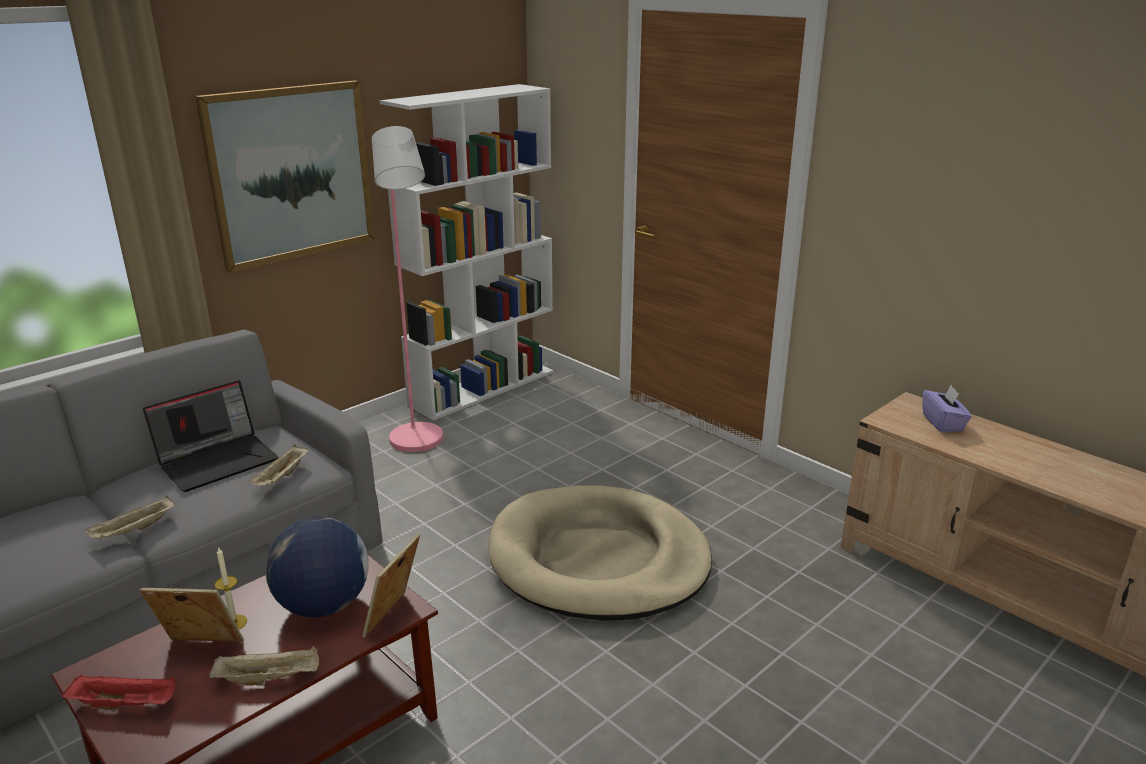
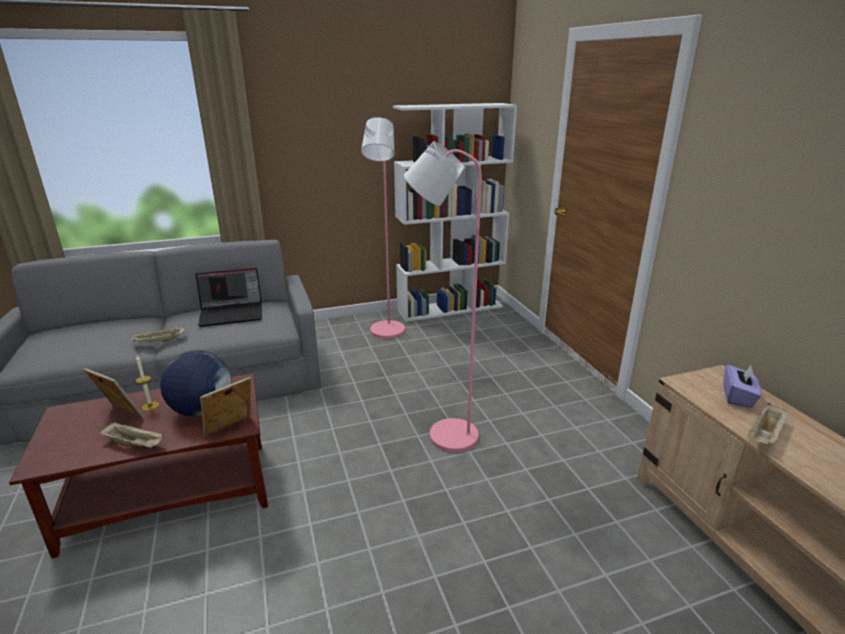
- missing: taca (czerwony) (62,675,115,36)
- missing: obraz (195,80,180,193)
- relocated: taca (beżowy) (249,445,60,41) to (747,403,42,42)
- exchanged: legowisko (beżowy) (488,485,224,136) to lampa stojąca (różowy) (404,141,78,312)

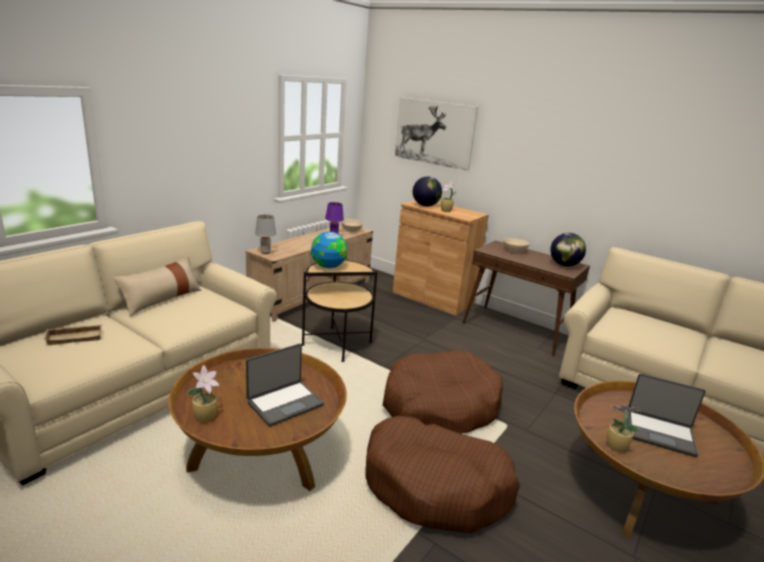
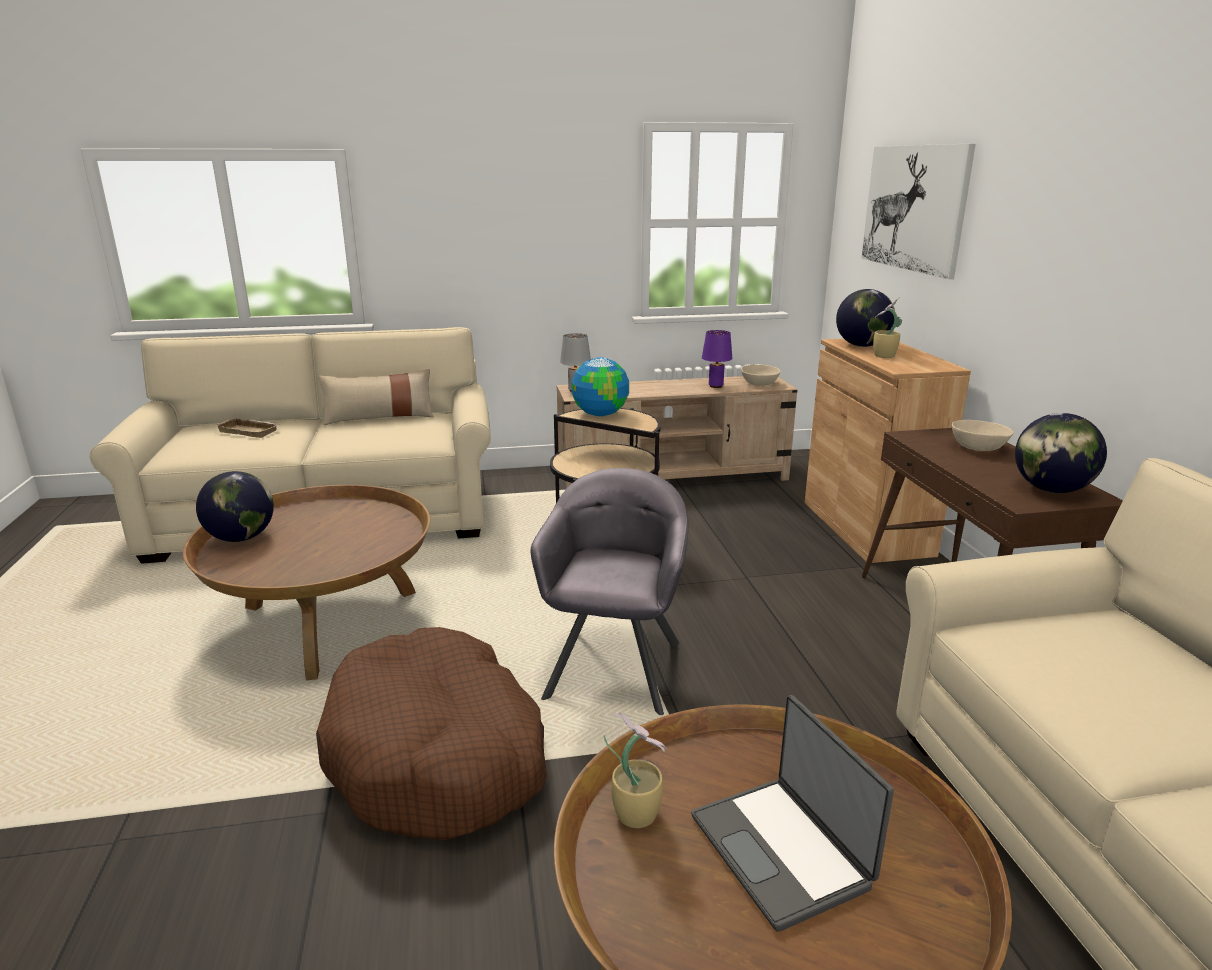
- exchanged: roślina doniczkowa (187,365,32,57) to globus (196,471,78,71)
- missing: laptop (246,343,78,84)
- exchanged: legowisko (brązowy) (382,350,121,84) to fotel (szary) (531,468,158,247)

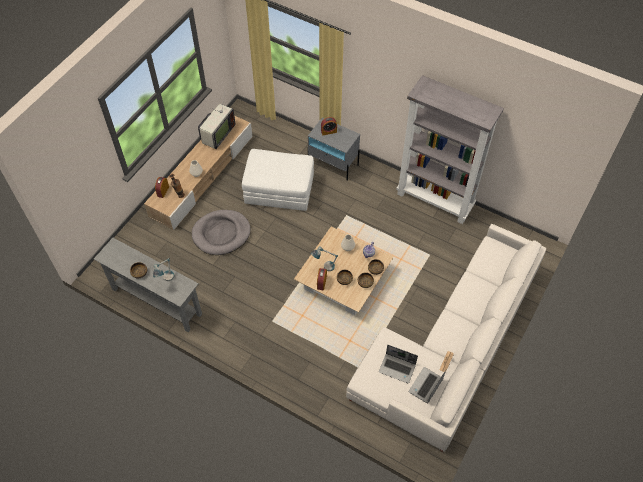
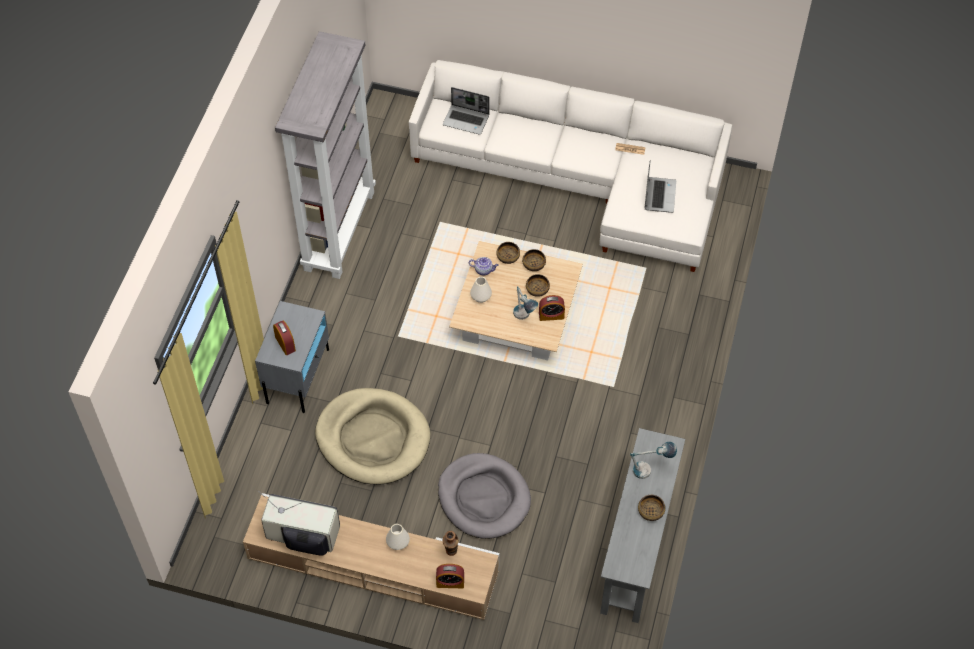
- exchanged: pufa (biały) (242,149,72,62) to legowisko (beżowy) (315,388,115,97)
- relocated: laptop (409,367,37,36) to (443,87,46,48)

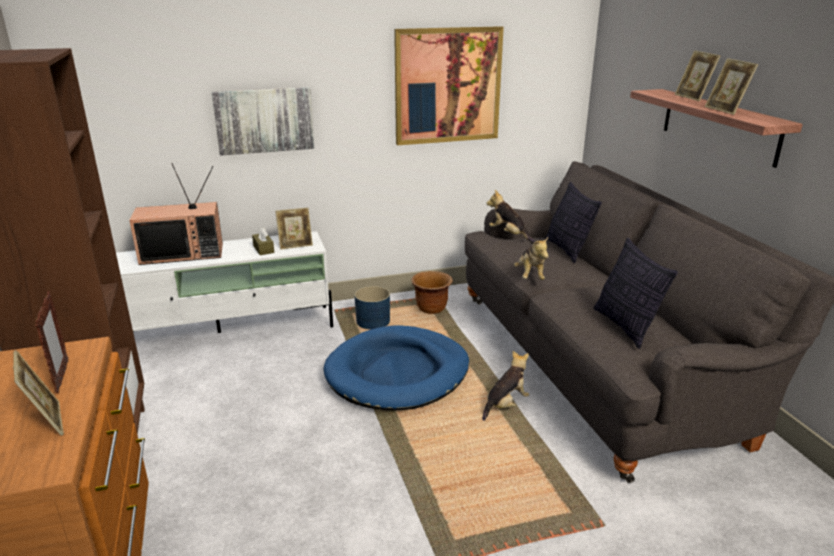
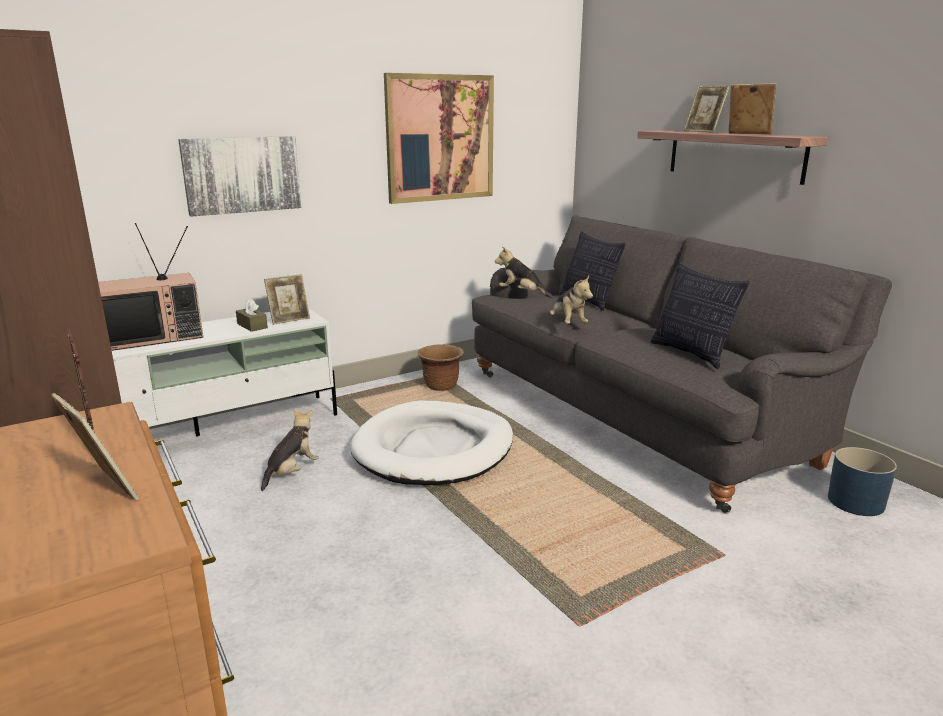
- colour: legowisko (niebieski) (324,325,145,85) to legowisko (biały) (350,401,163,84)
- relocated: donica (niebieski) (354,286,36,43) to (828,447,69,69)
- relocated: pluszak (482,351,47,70) to (261,409,58,82)
- spun: ramka na zdjęcie (705,58,53,57) = (728,83,48,51) 150 degrees clockwise

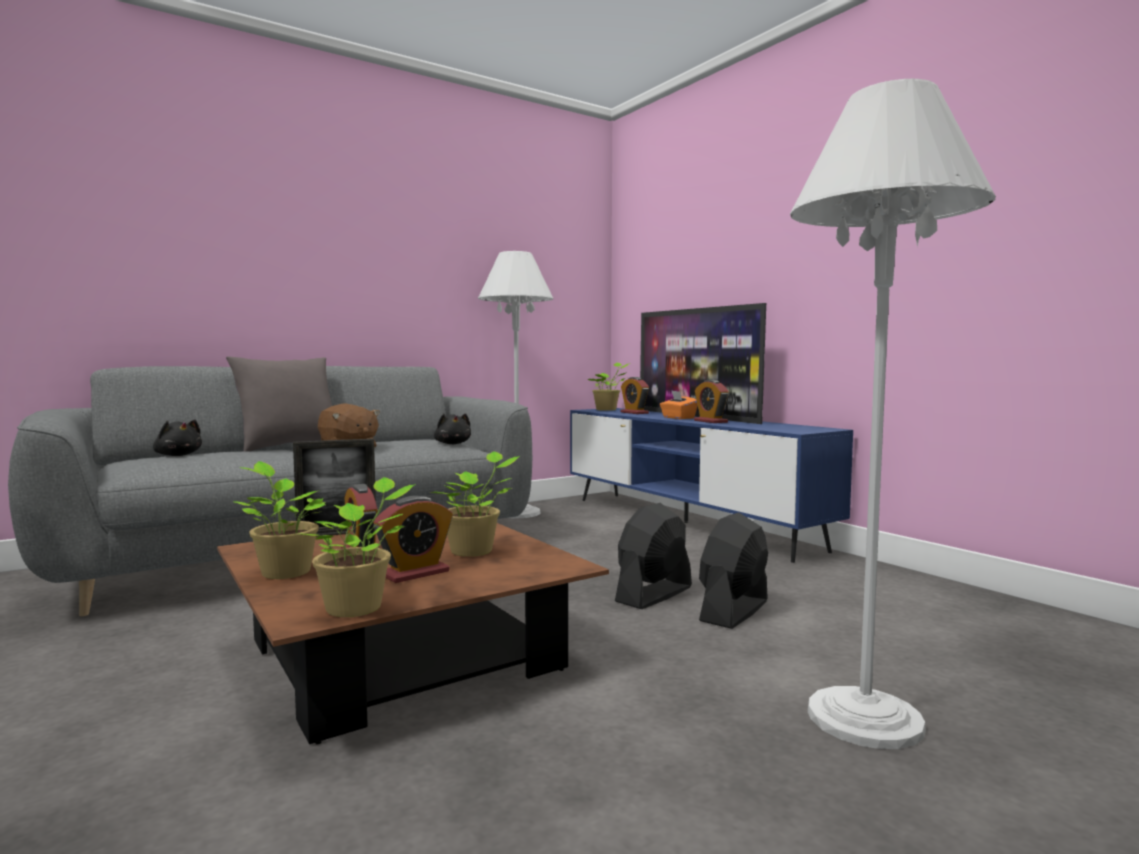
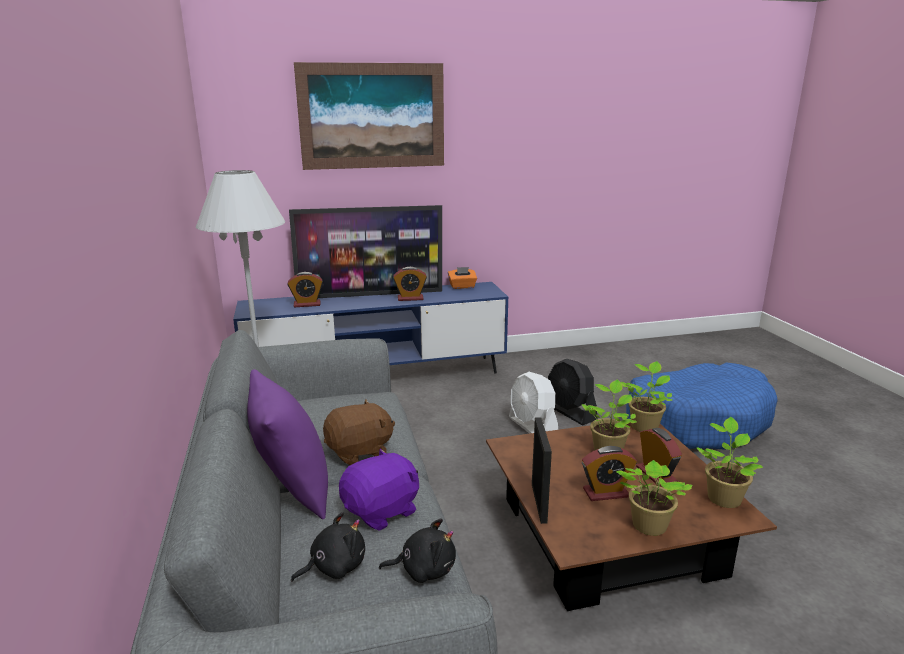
- colour: poduszka (szary) (226,356,106,96) to poduszka (fioletowy) (247,369,81,150)
- relocated: pluszak (czarny) (434,413,37,31) to (379,518,77,65)
- relocated: roślina doniczkowa (588,363,42,48) to (621,361,52,71)
- colour: wentylator (czarny) (615,503,77,106) to wentylator (biały) (509,372,49,62)
- relocated: pudełko chusteczek (pomarańczowy) (660,390,37,29) to (448,267,29,22)
- exchanged: lampa stojąca (biały) (790,78,206,671) to legowisko (niebieski) (626,362,152,88)
- appeared: obraz (294,62,150,108)
- appeared: pluszak (fioletowy) (339,448,80,83)

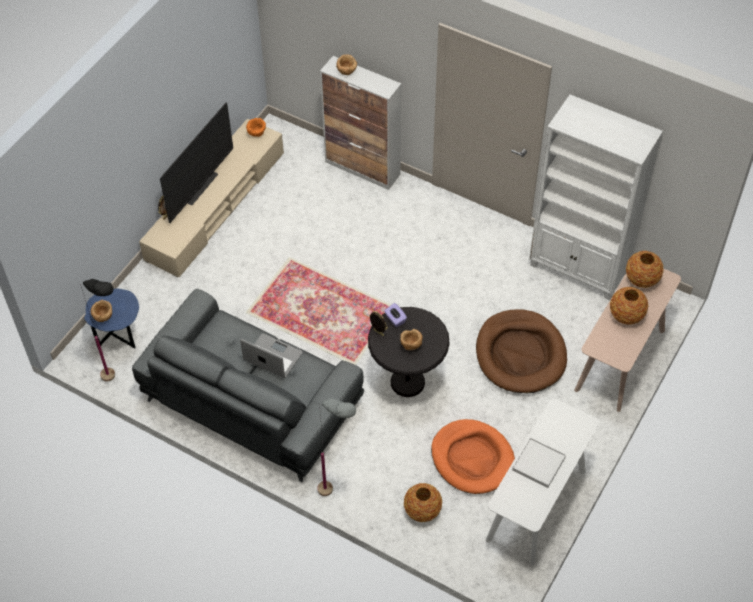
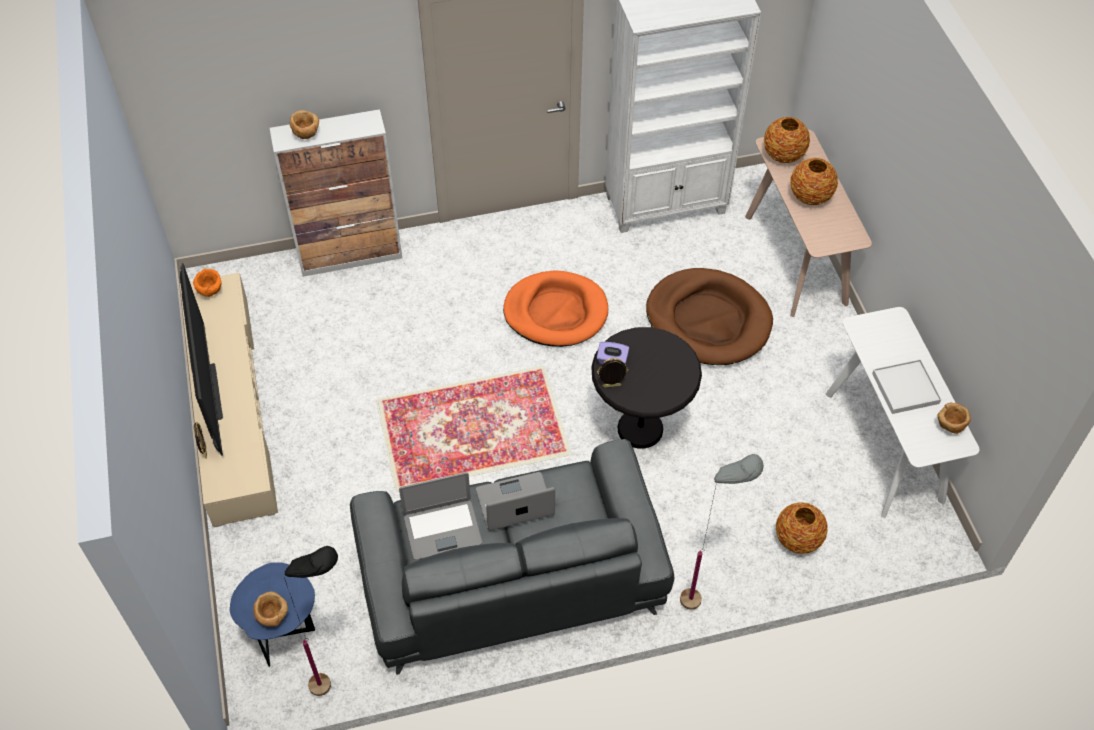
- relocated: miska (brązowy) (400,329,23,21) to (938,402,33,32)
- relocated: legowisko (pomarańczowy) (431,419,84,75) to (503,270,105,77)
- appeared: laptop (399,472,83,88)

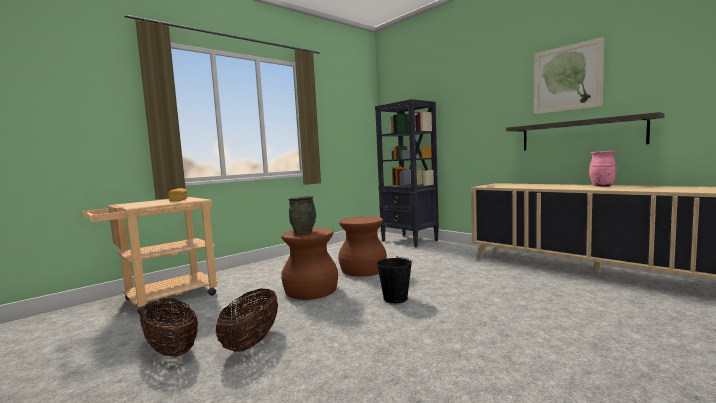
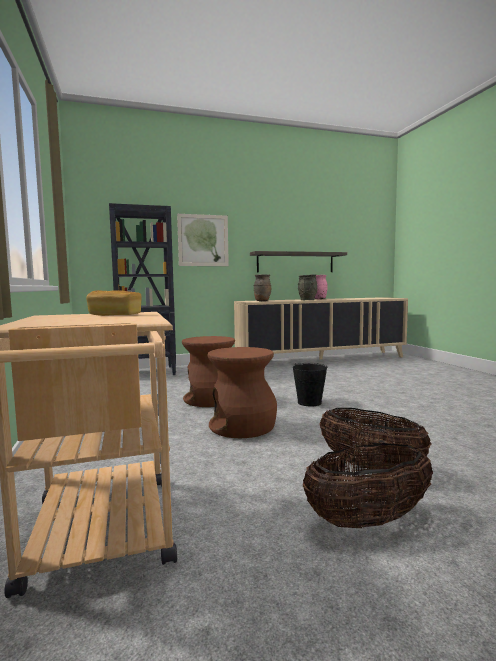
- relocated: wazon (szary) (289,196,27,38) to (298,274,19,26)
- relocated: obraz (534,37,70,77) to (177,214,52,52)
- appeared: wazon (brązowy) (253,274,18,28)

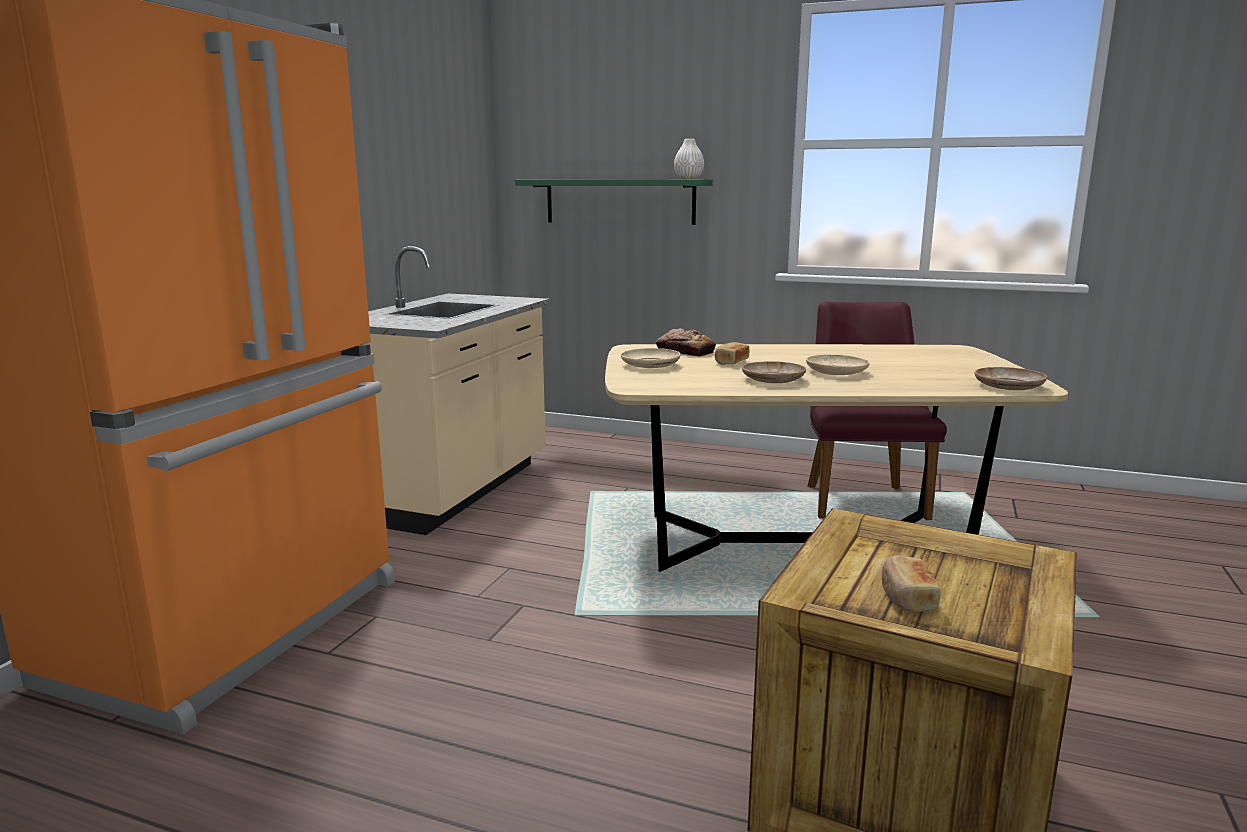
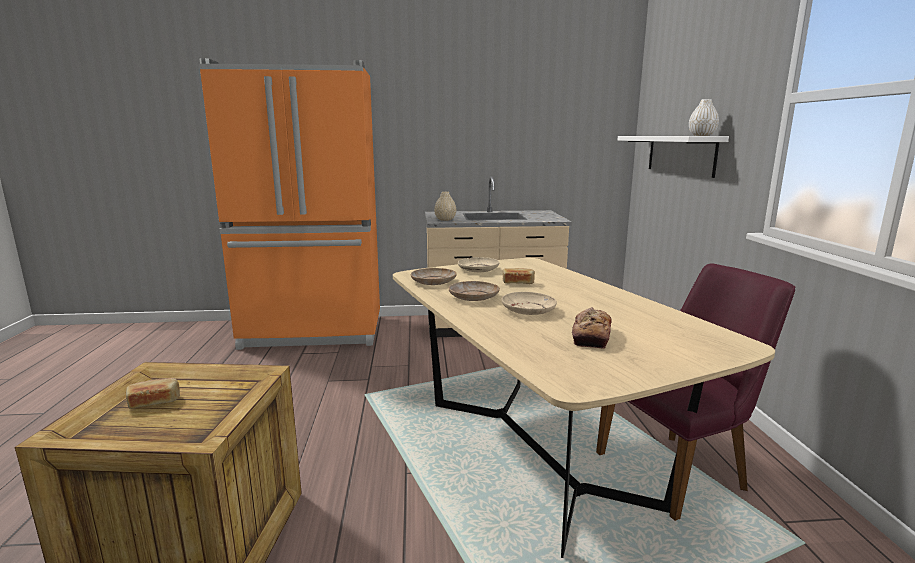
- colour: półka (zielony) (515,179,198,46) to półka (biały) (618,136,111,42)
- relocated: chleb (656,328,60,28) to (572,307,39,42)
- relocated: talerz (beżowy) (975,367,72,23) to (411,268,46,17)
- appeared: wazon (beżowy) (434,192,22,29)

